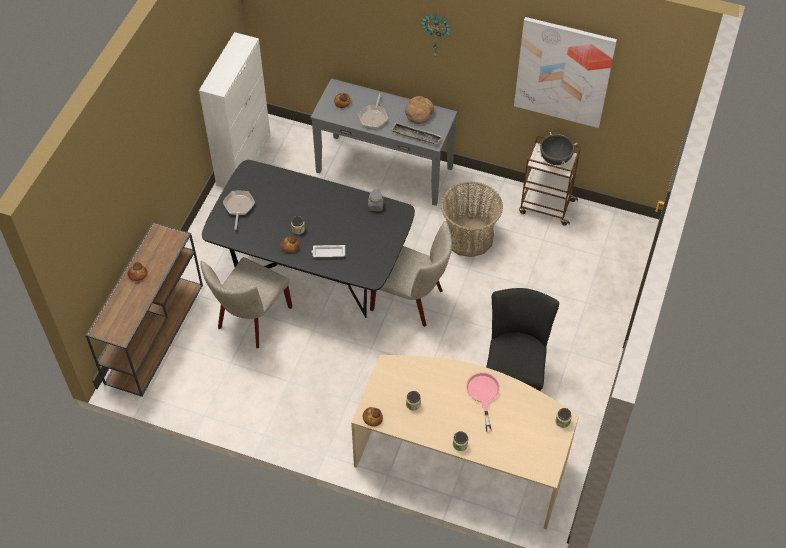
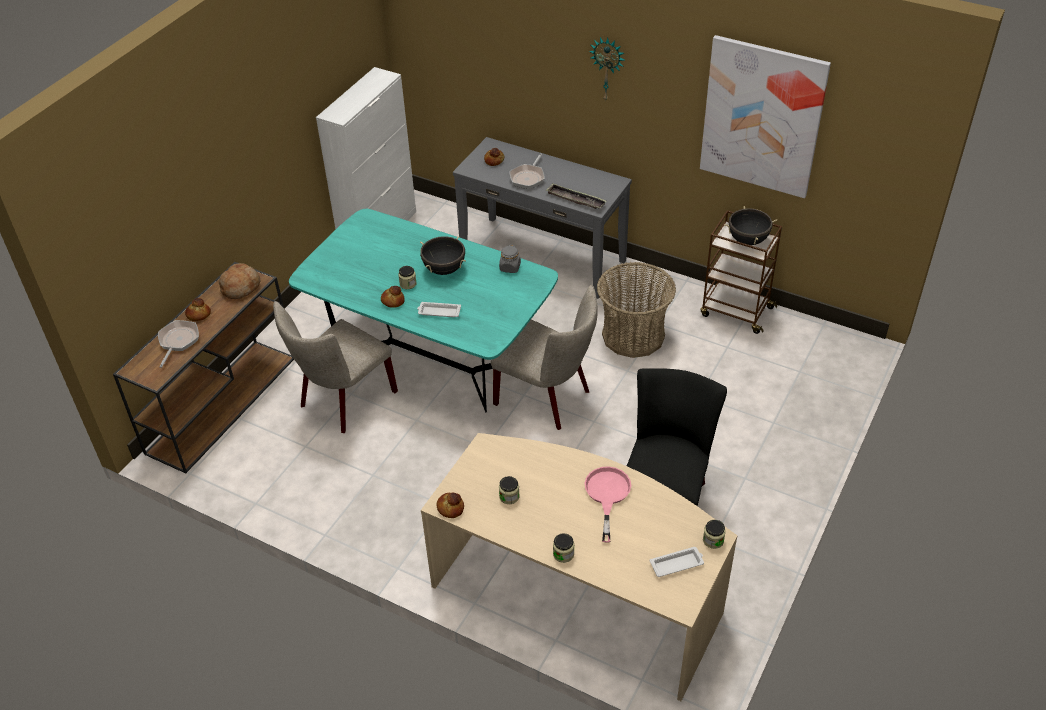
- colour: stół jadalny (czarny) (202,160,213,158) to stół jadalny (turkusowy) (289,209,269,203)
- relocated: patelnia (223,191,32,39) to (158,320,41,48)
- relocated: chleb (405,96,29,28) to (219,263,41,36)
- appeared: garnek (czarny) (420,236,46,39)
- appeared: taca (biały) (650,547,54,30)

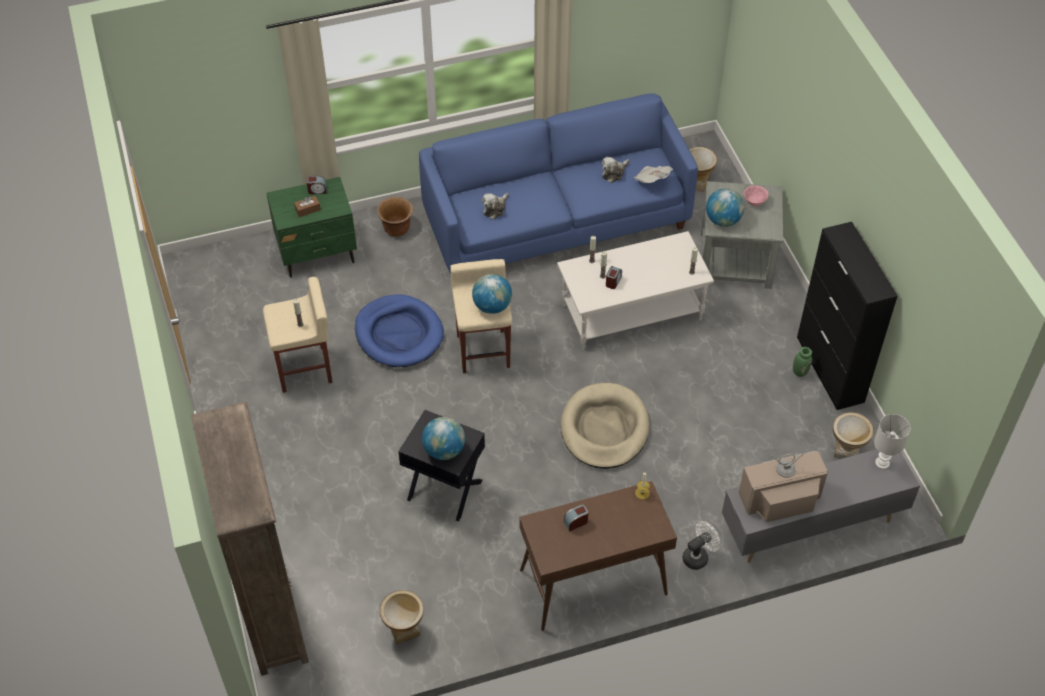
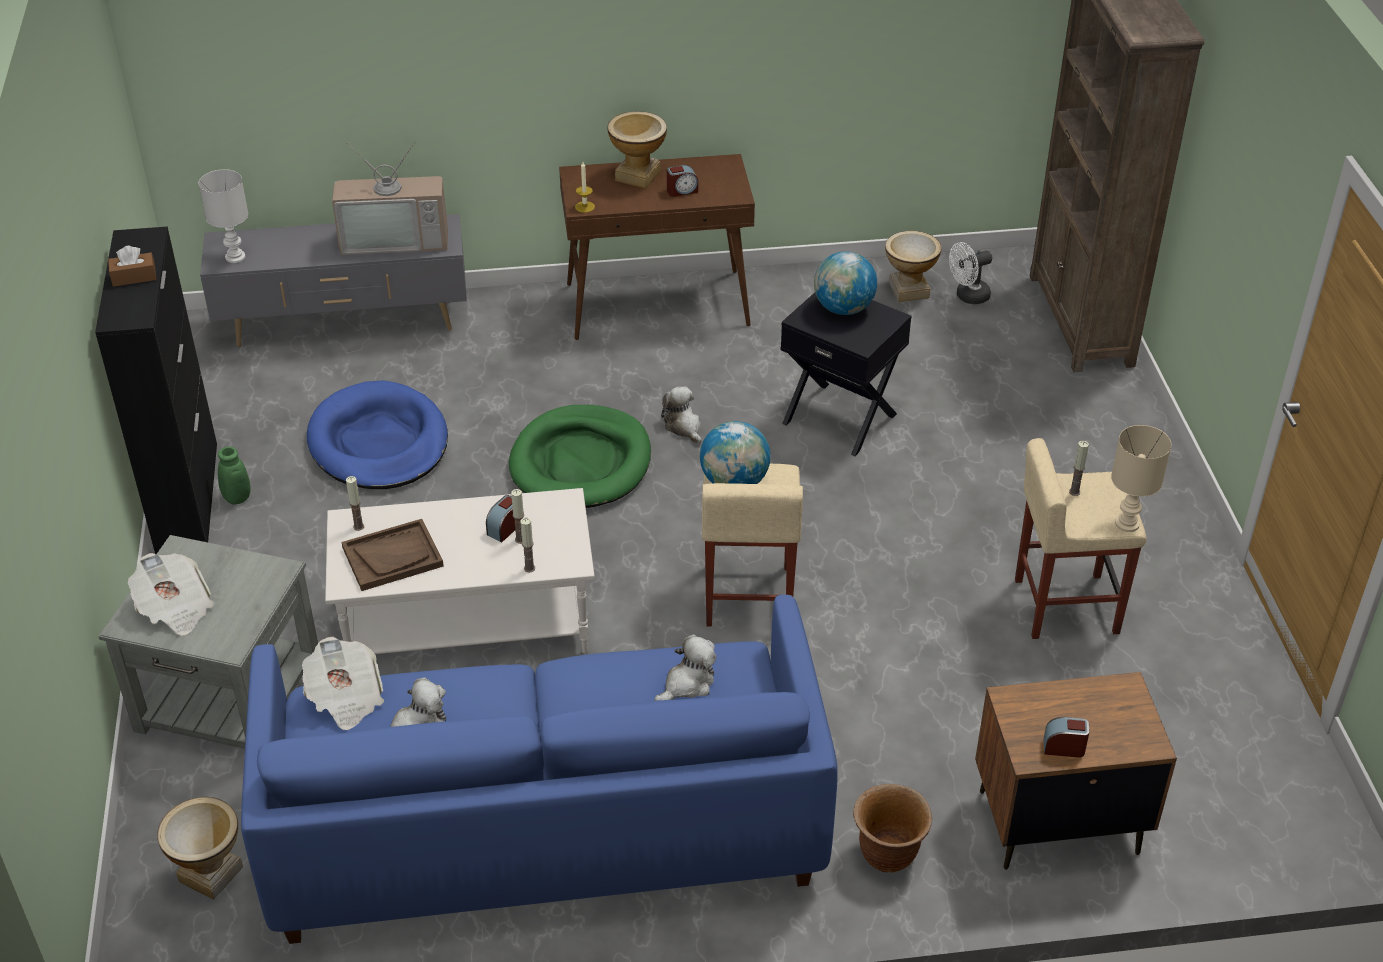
- colour: szafka nocna (zielony) (266,177,91,101) to szafka nocna (brązowy) (975,672,202,198)
- relocated: pudełko chusteczek (brązowy) (294,196,27,21) to (108,245,49,42)
- relocated: legowisko (niebieski) (355,294,89,73) to (307,380,141,109)
- colour: legowisko (beżowy) (561,383,88,86) to legowisko (zielony) (509,405,142,103)
- relocated: wentylator (biały) (682,521,38,49) to (949,242,43,62)
- missing: globus (706,189,38,38)
- exchanged: miska (różowy) (743,185,25,21) to gazeta (128,553,86,83)
- relocated: wazon (833,412,41,47) to (607,111,60,78)
- appeared: taca (brązowy) (342,519,102,72)
- appeared: pluszak (661,386,41,58)
- appeared: lampa stołowa (beżowy) (1111,425,60,107)

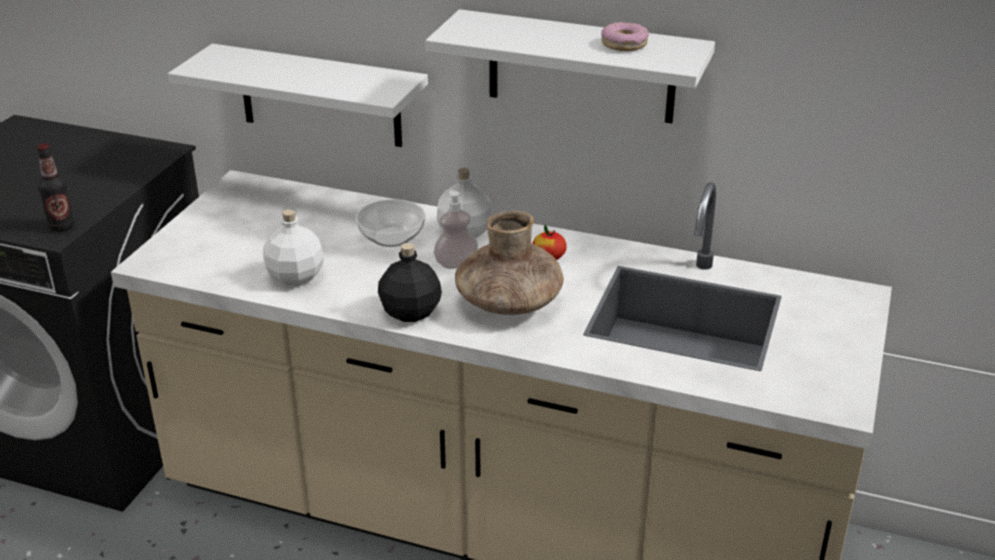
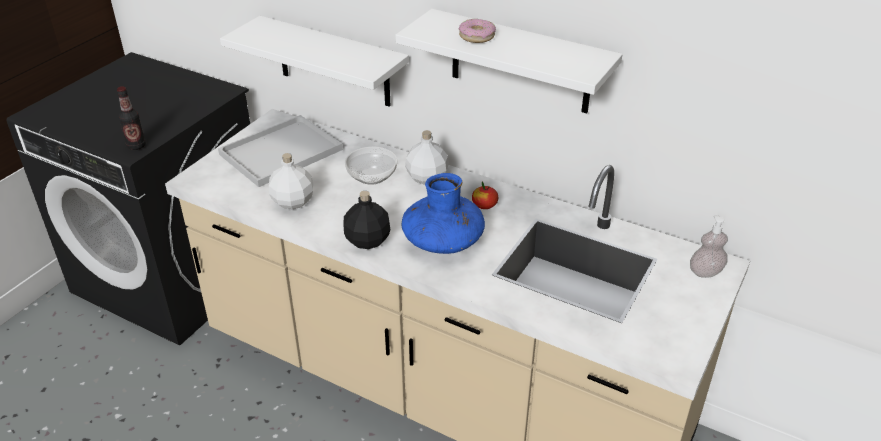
- relocated: dozownik mydła (434,190,44,79) to (690,215,38,63)
- colour: wazon (brązowy) (455,211,109,104) to wazon (niebieski) (402,173,83,81)
- relocated: donut (601,22,48,29) to (459,19,37,24)
- appeared: taca (biały) (218,115,125,72)

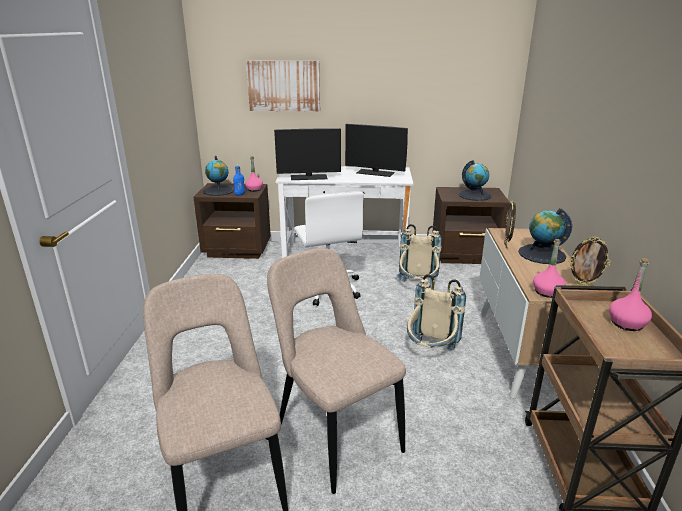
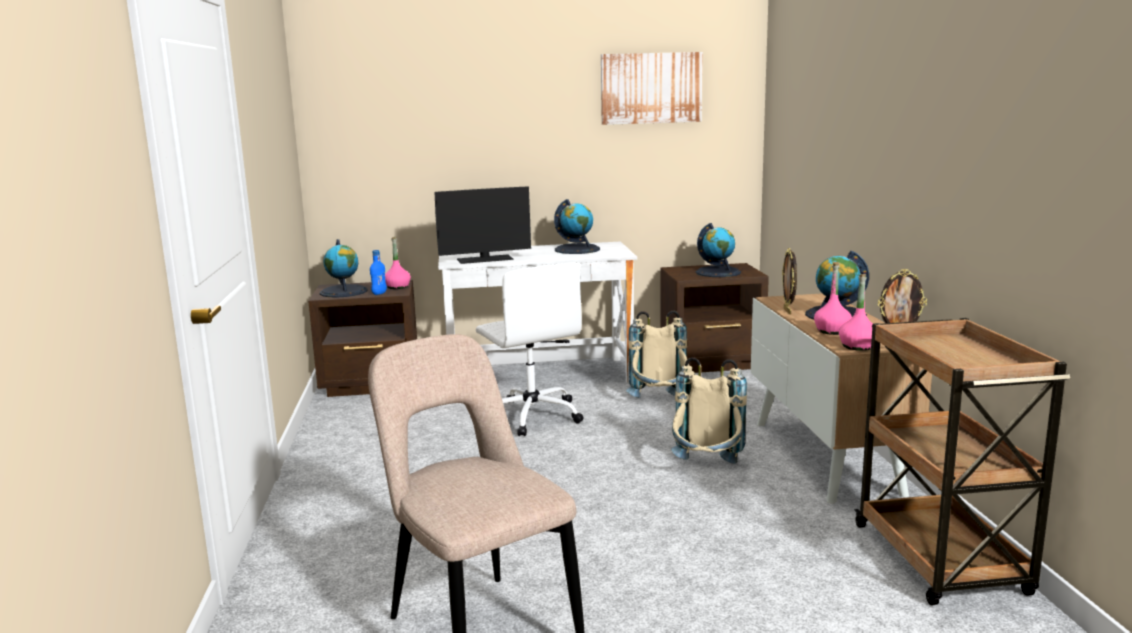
- relocated: obraz (246,61,74,51) to (601,52,102,73)
- missing: krzesło (beżowy) (267,248,139,246)
- exchanged: monitor (345,124,63,53) to globus (554,199,46,55)
- relocated: butelka (różowy) (609,258,43,73) to (814,262,38,73)

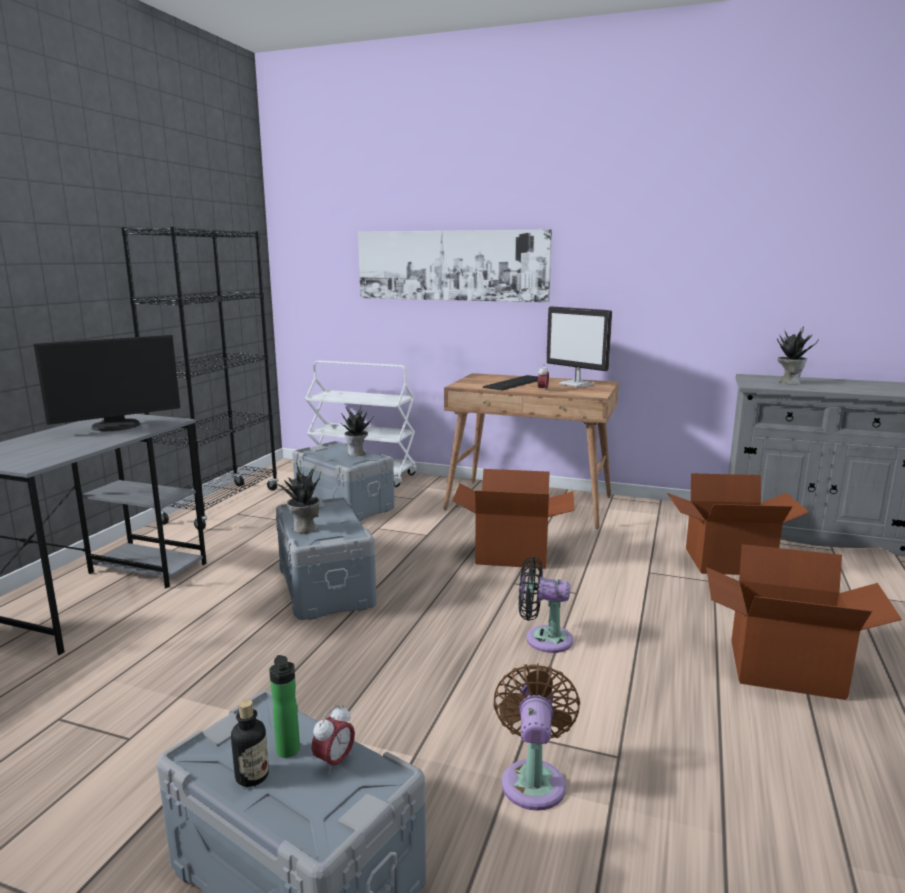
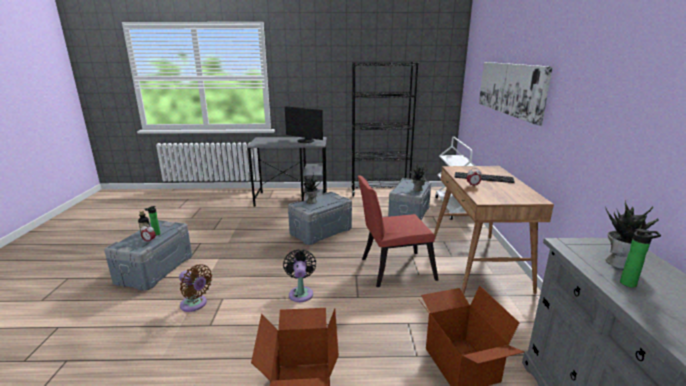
- exchanged: karton (452,469,123,100) to krzesło (czerwony) (358,175,81,112)
- spun: wentylator (brązowy) (493,664,87,147) = (179,264,33,48) 45 degrees clockwise
- missing: monitor (546,306,66,81)
- appeared: butelka (620,229,41,59)

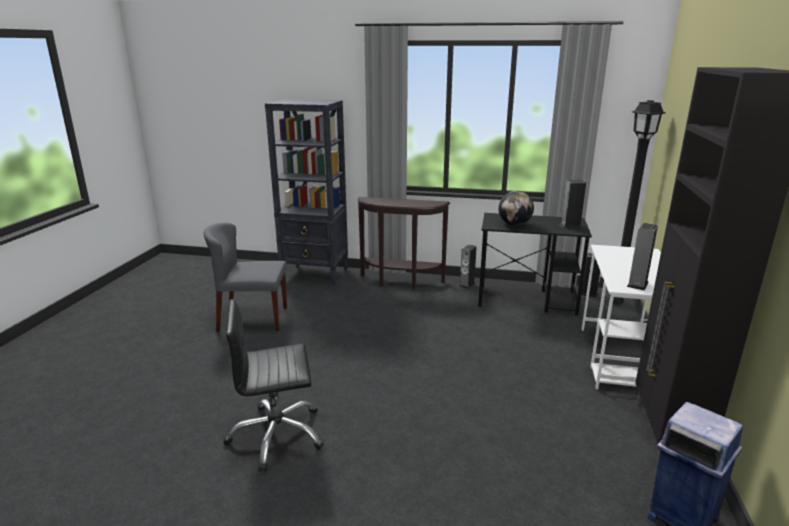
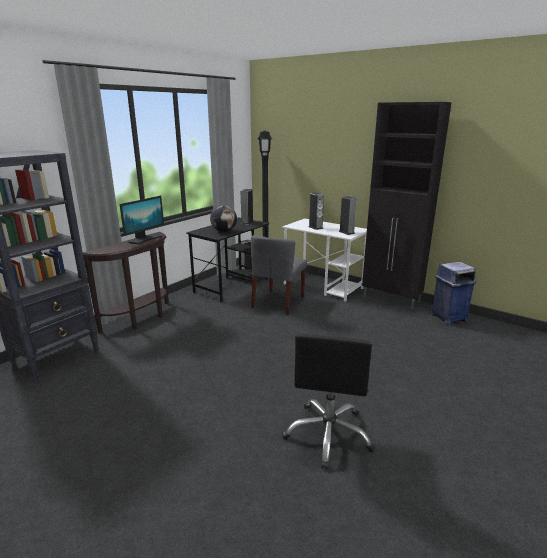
- relocated: krzesło (szary) (204,223,83,109) to (251,235,56,80)
- relocated: głośnik (459,244,18,45) to (308,192,16,38)
- appeared: monitor (120,196,44,49)

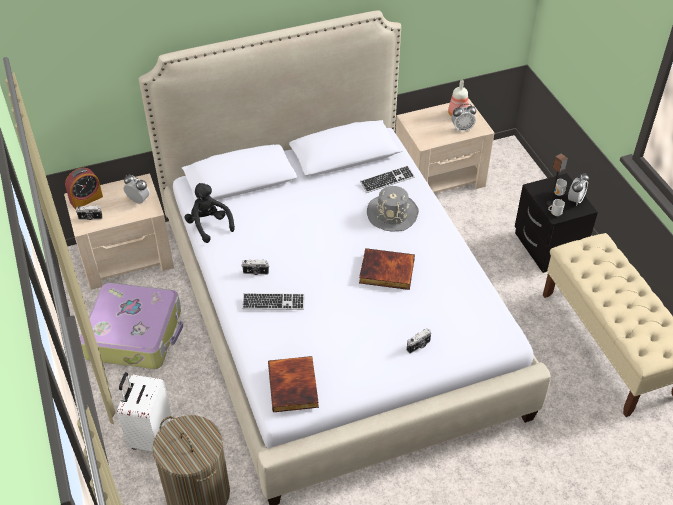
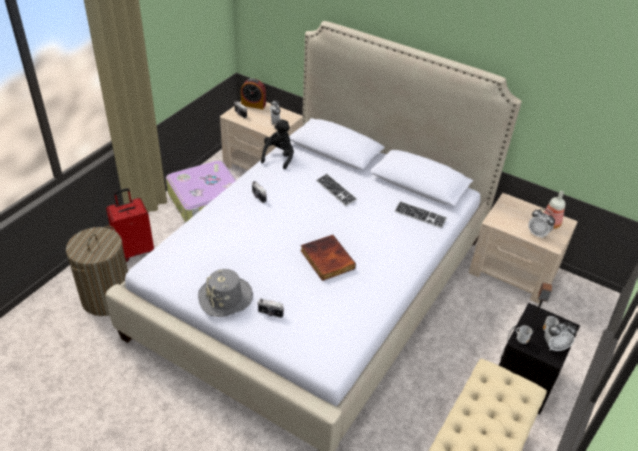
- colour: walizka (biały) (117,372,55,79) to walizka (czerwony) (106,188,48,74)
- relocated: klawiatura (242,293,63,17) to (316,174,41,32)
- missing: książka (268,356,51,56)
- relocated: kapelusz (szary) (367,186,52,46) to (198,269,55,48)

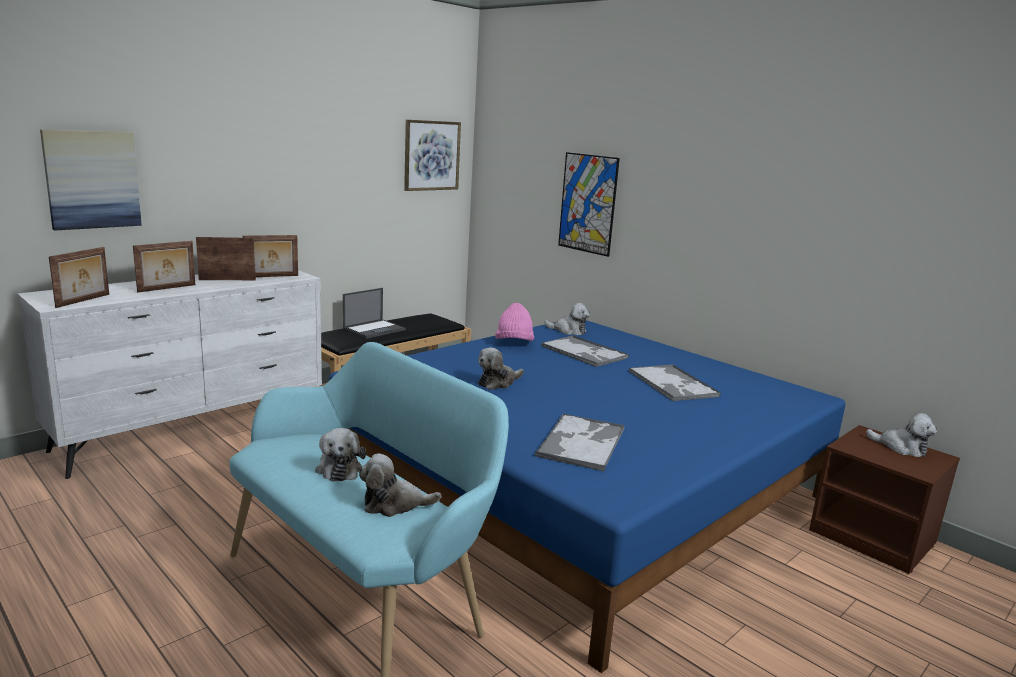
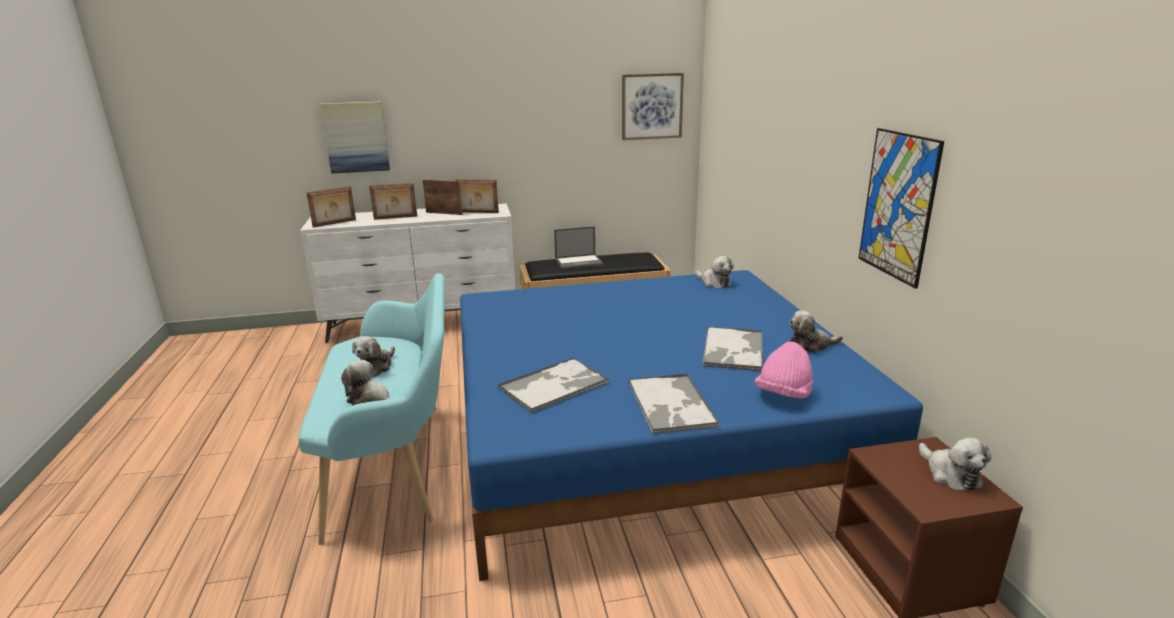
- relocated: pluszak (478,348,46,42) to (789,311,54,42)
- relocated: kapelusz (różowy) (495,303,39,38) to (755,341,58,57)
- relocated: taca (541,335,88,32) to (628,374,92,60)
- relocated: obraz (558,152,62,105) to (858,128,86,161)

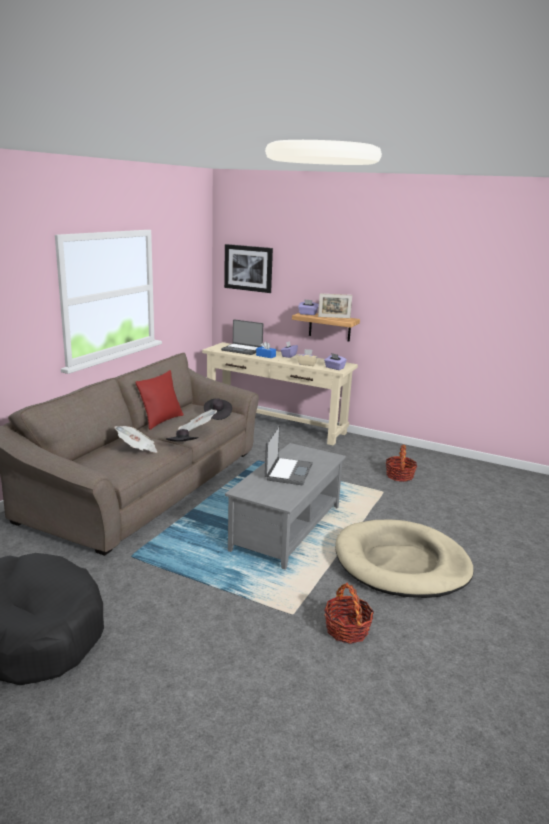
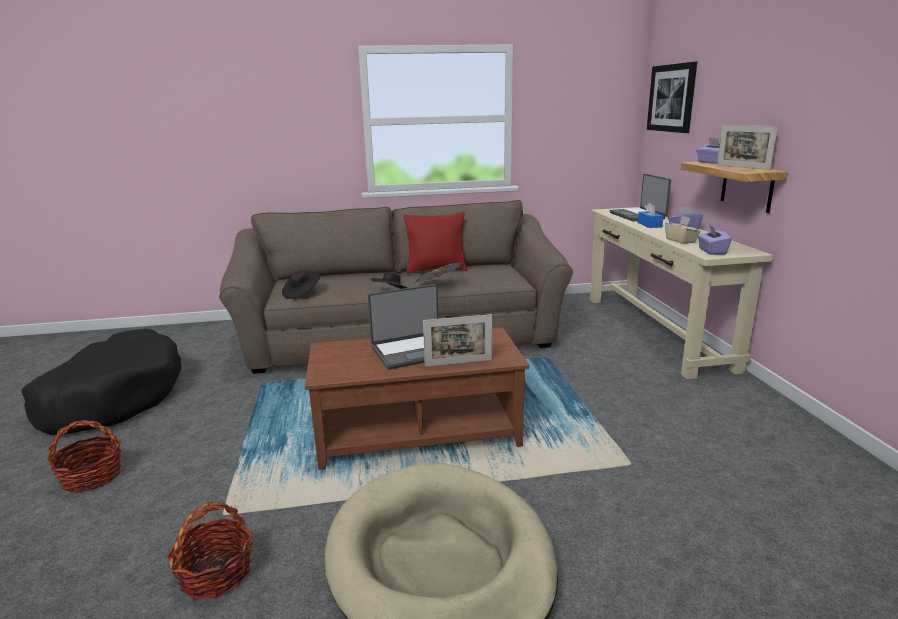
- missing: gazeta (115,426,43,27)
- relocated: kapelusz (czarny) (204,398,28,22) to (282,270,38,29)
- colour: ława (szary) (225,443,121,127) to ława (brązowy) (305,327,224,143)
- relocated: koszyk (386,445,31,37) to (48,420,73,73)
- appeared: ramka na zdjęcie (423,314,69,53)

